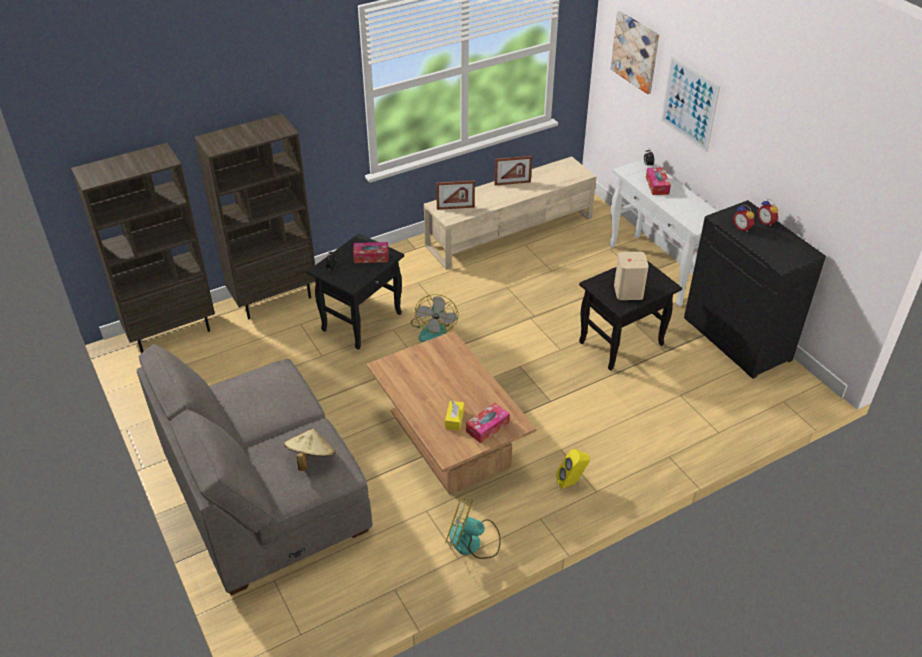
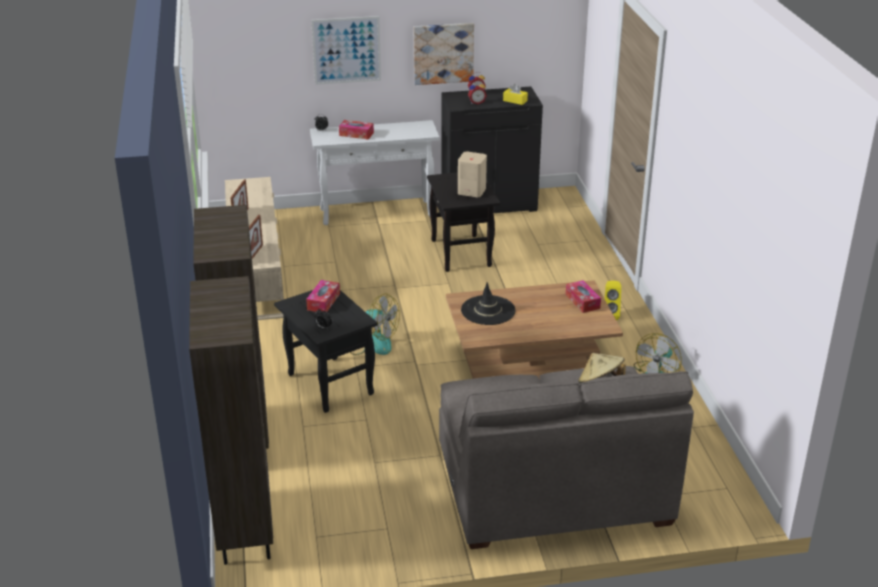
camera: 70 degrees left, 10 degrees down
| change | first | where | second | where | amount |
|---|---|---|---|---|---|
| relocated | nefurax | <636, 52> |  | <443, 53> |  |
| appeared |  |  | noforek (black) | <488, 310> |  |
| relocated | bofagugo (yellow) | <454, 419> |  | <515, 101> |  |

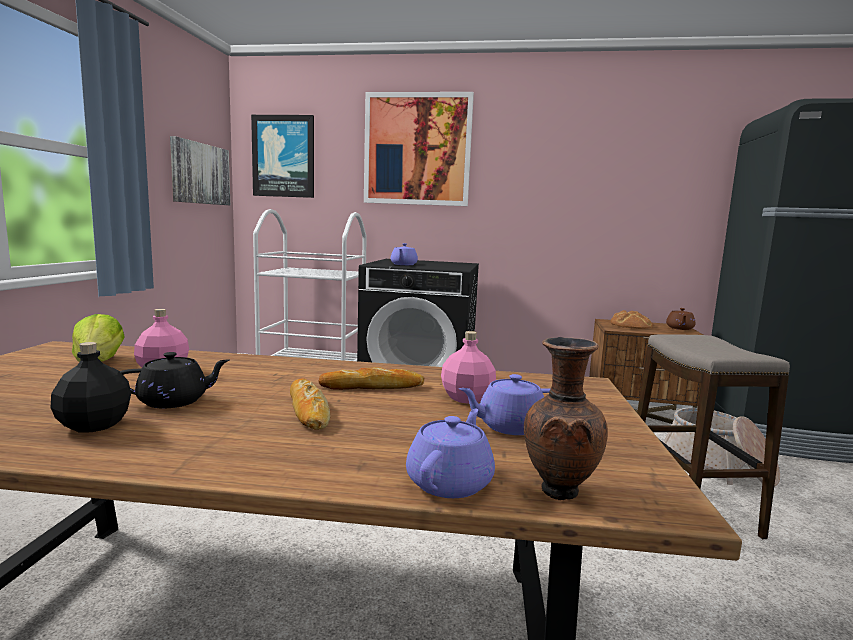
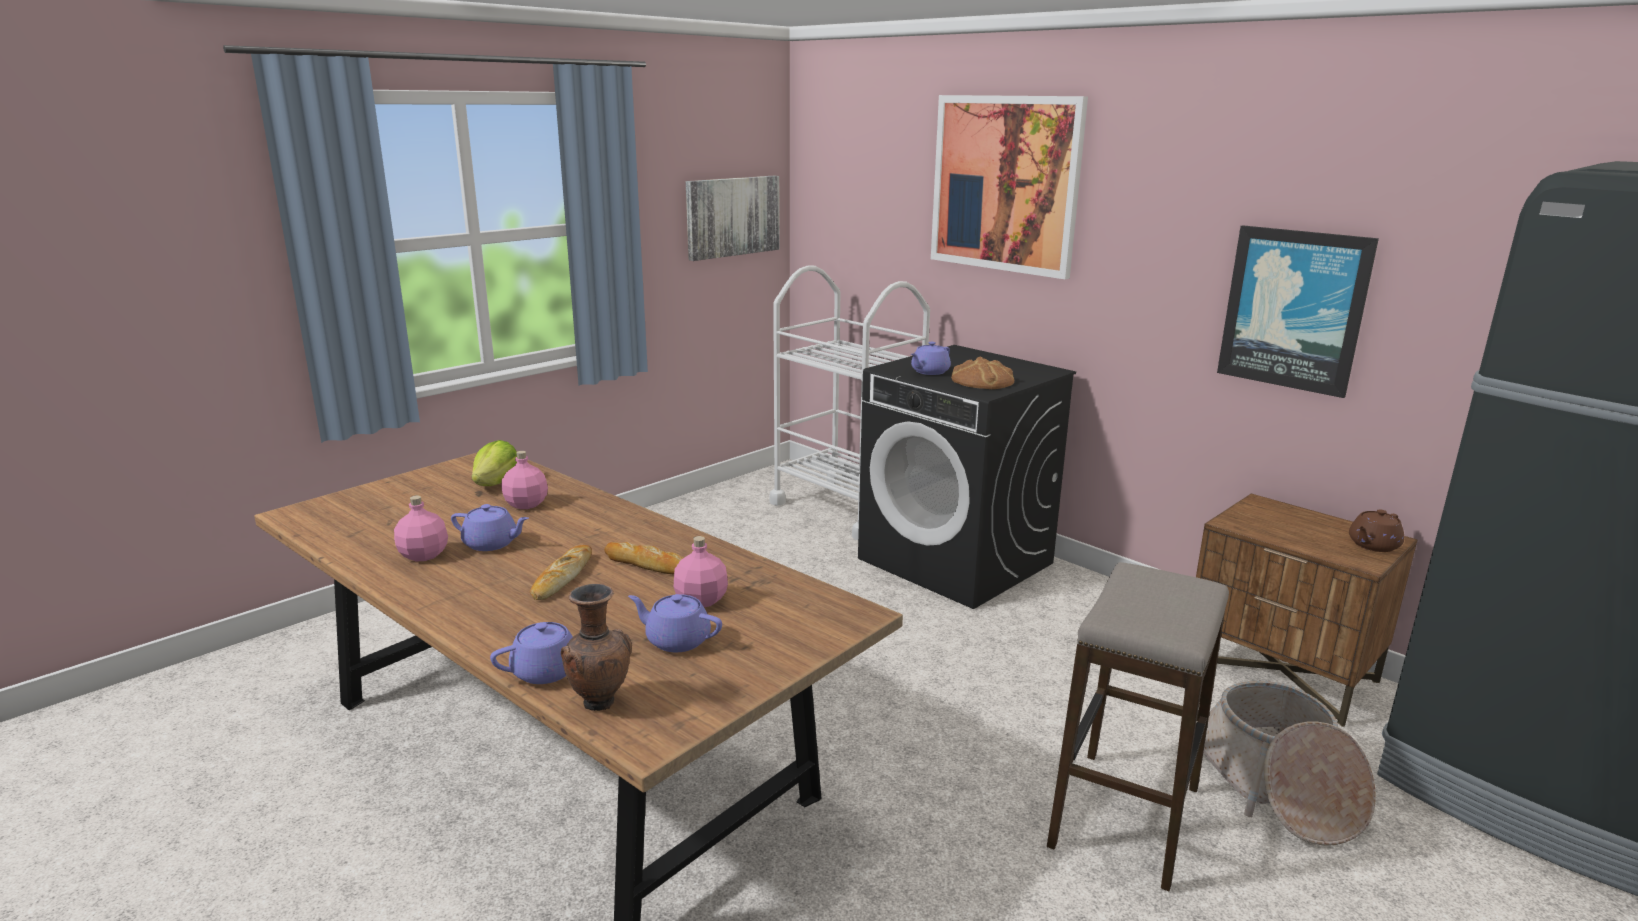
camera: 35 degrees right, 10 degrees up
| change | first | where | second | where | amount |
|---|---|---|---|---|---|
| colour | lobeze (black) | <94, 425> | lobeze (pink) | <423, 555> |  |
| colour | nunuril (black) | <175, 401> | nunuril (purple) | <492, 544> |  |
| relocated | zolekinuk | <630, 325> |  | <982, 380> |  |
| relocated | nefurax | <283, 156> |  | <1294, 309> |  |

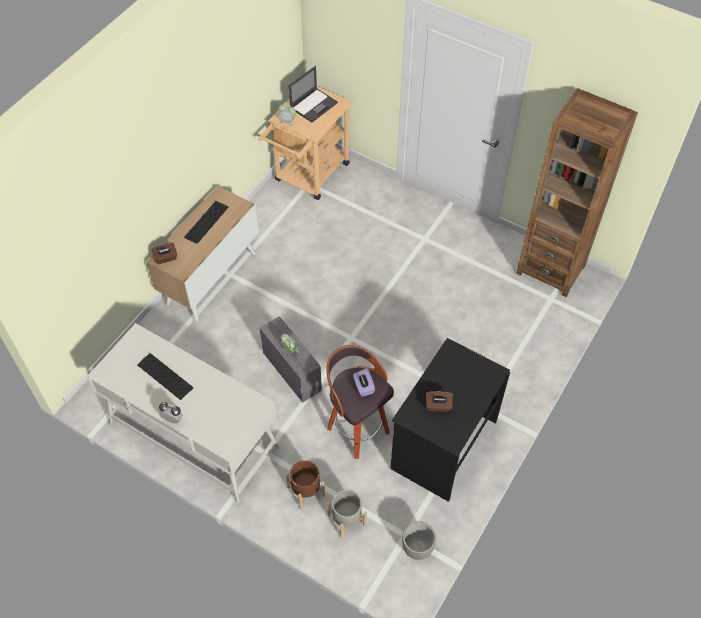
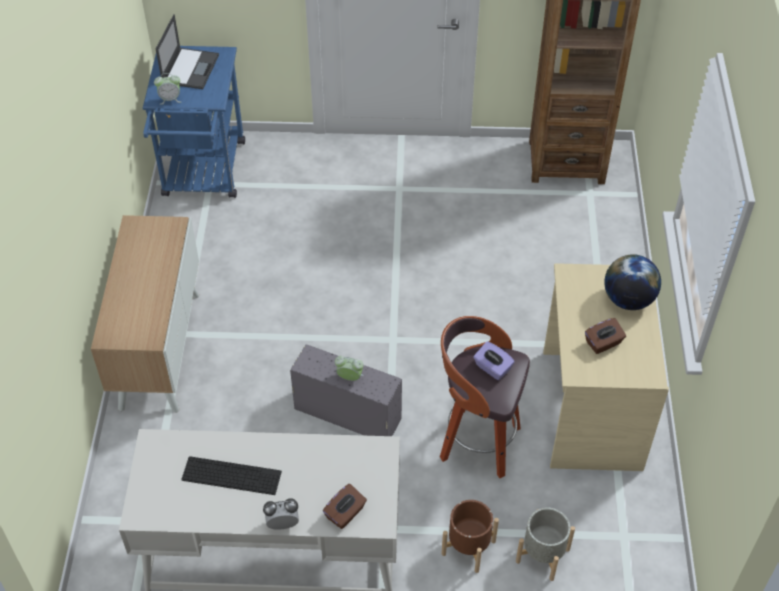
camera: 30 degrees left, 5 degrees down
| change | first | where | second | where | amount |
|---|---|---|---|---|---|
| colour | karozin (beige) | <308, 176> | karozin (blue) | <203, 175> |  |
| relocated | bofagugo (brown) | <166, 258> |  | <345, 513> |  |
| colour | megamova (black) | <443, 444> | megamova (beige) | <589, 409> |  |
| appeared |  |  | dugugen | <628, 300> |  |
| missing | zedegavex | <206, 222> |  |  |  |
| missing | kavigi | <417, 549> |  |  |  |

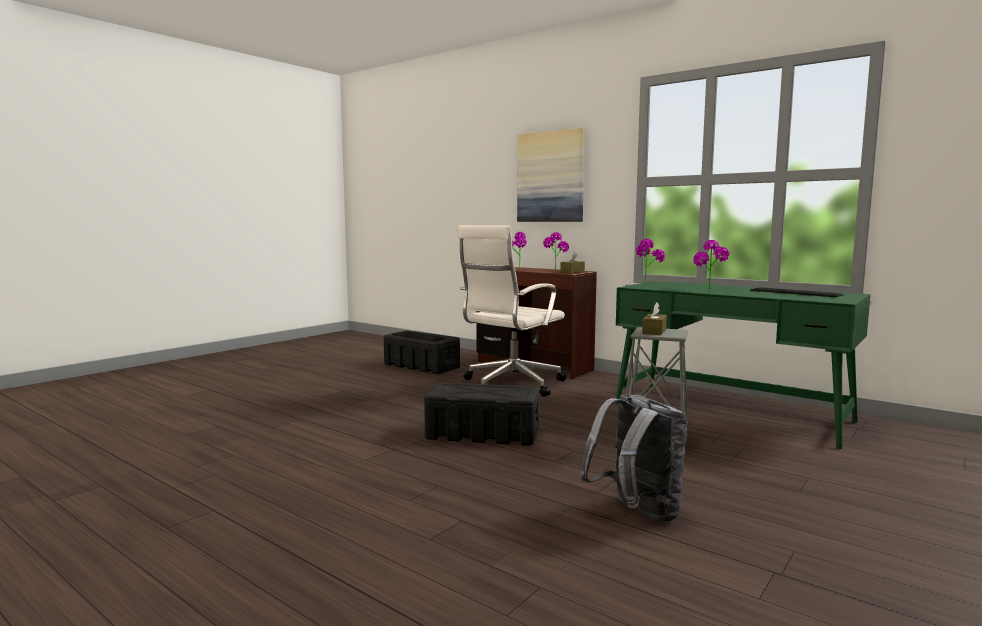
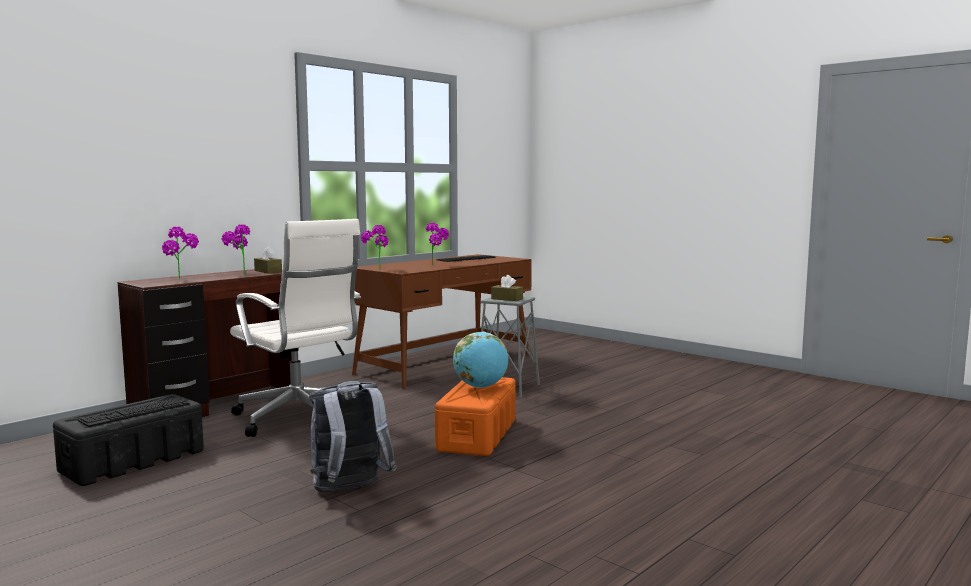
camera: 85 degrees left, 0 degrees up
| change | first | where | second | where | amount |
|---|---|---|---|---|---|
| relocated | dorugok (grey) | <636, 513> |  | <350, 491> |  |
| colour | megamova (green) | <730, 412> | megamova (brown) | <445, 364> |  |
| colour | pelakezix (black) | <483, 434> | pelakezix (orange) | <477, 435> |  |
| appeared |  |  | dugugen | <481, 387> |  |
| missing | nefurax | <550, 177> |  |  |  |

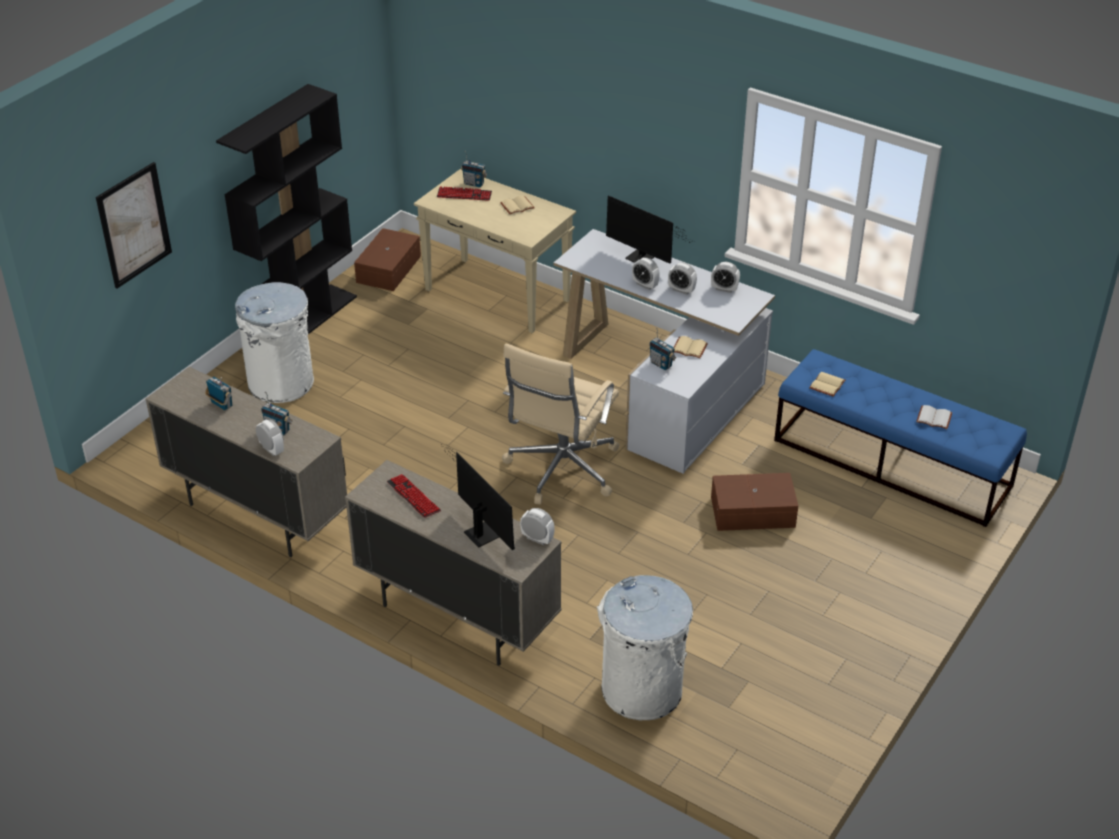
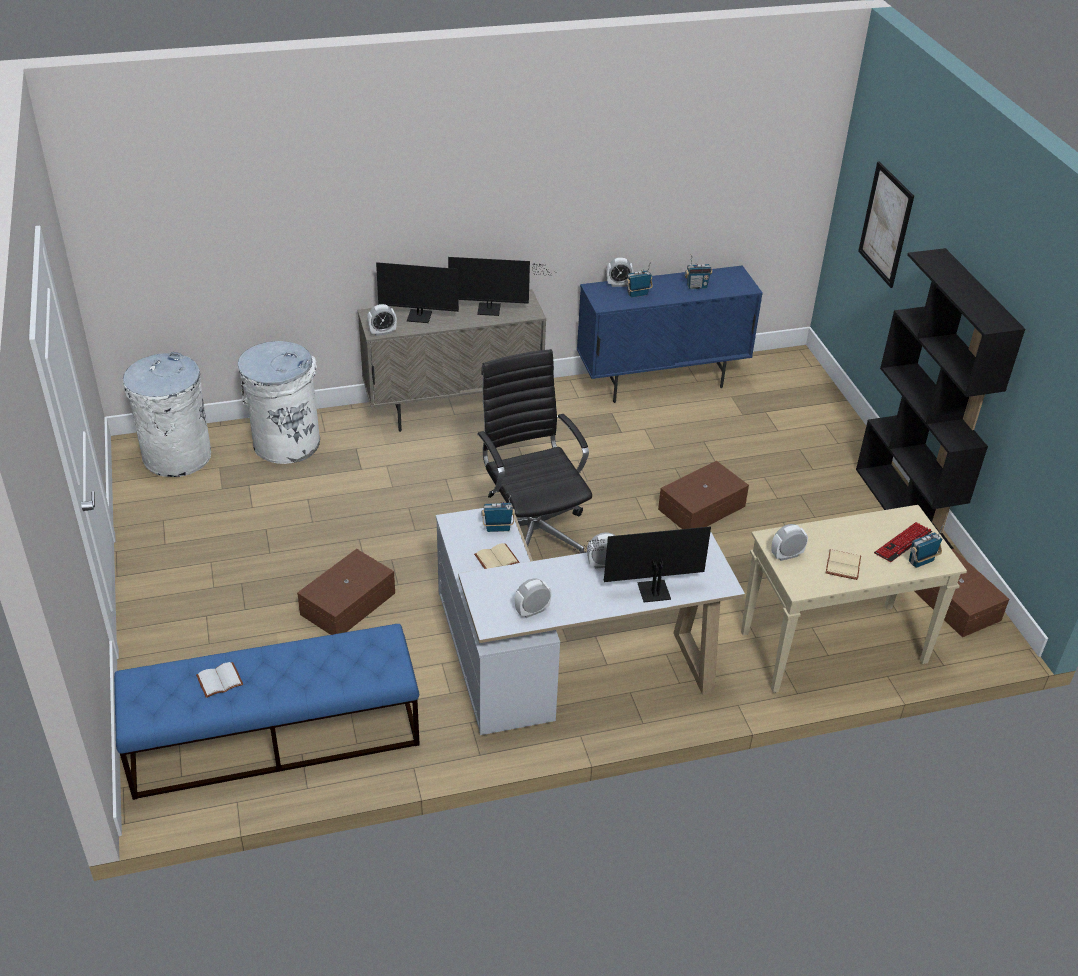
camera: 130 degrees right, 0 degrees up
| change | first | where | second | where | amount |
|---|---|---|---|---|---|
| relocated | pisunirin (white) | <281, 383> |  | <176, 456> |  |
| exchanged | zedegavex | <413, 497> | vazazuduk | <493, 310> |  |
| colour | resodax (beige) | <561, 470> | resodax (black) | <532, 535> |  |
| colour | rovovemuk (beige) | <257, 515> | rovovemuk (blue) | <661, 382> |  |
| appeared |  |  | pelakezix (brown) | <700, 507> |  |
| relocated | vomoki | <681, 290> |  | <786, 555> |  |
| missing | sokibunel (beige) | <828, 385> |  |  |  |

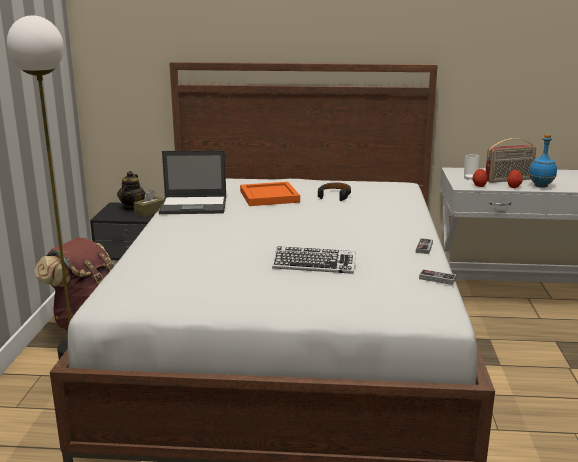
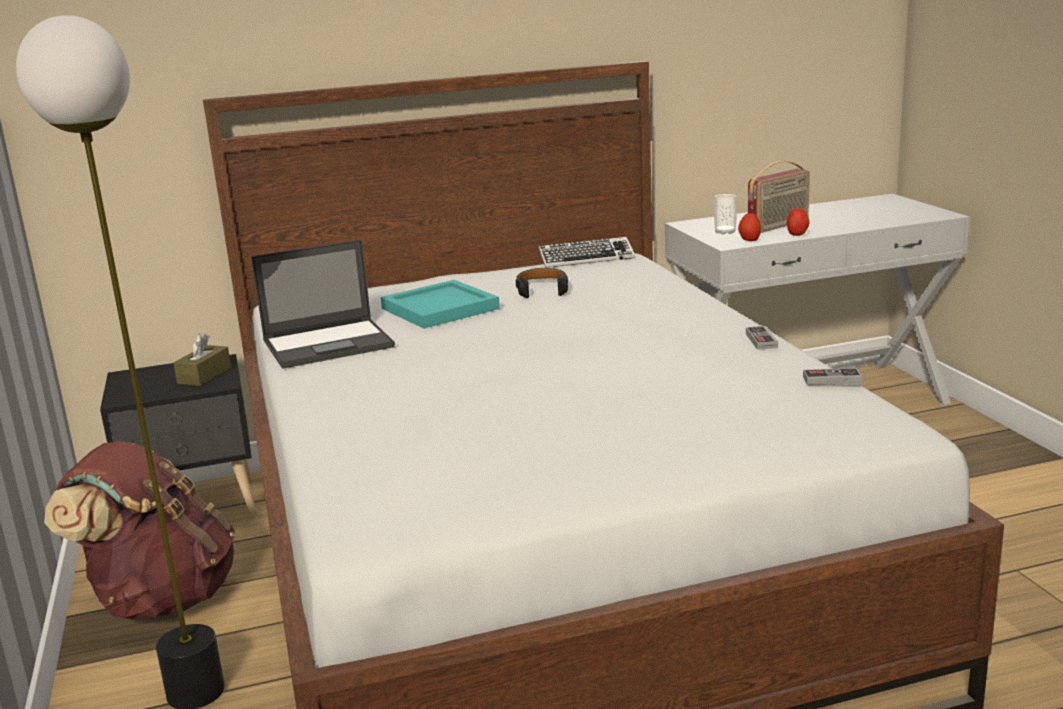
camera: 20 degrees left, 0 degrees up
| change | first | where | second | where | amount |
|---|---|---|---|---|---|
| colour | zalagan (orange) | <268, 197> | zalagan (turquoise) | <439, 309> |  |
| relocated | zedegavex | <314, 265> |  | <586, 259> |  |
| missing | nunuril | <133, 208> |  |  |  |
| missing | lobeze (blue) | <540, 186> |  |  |  |

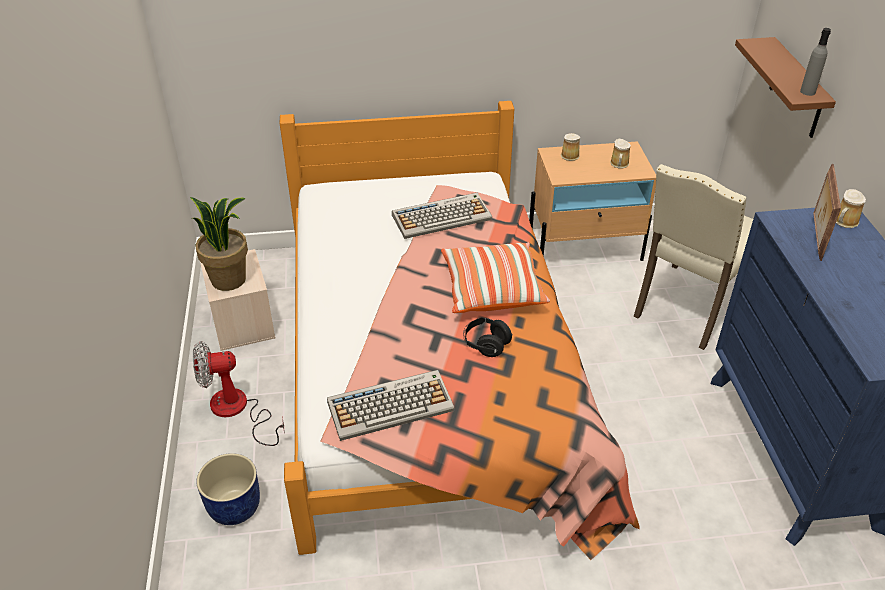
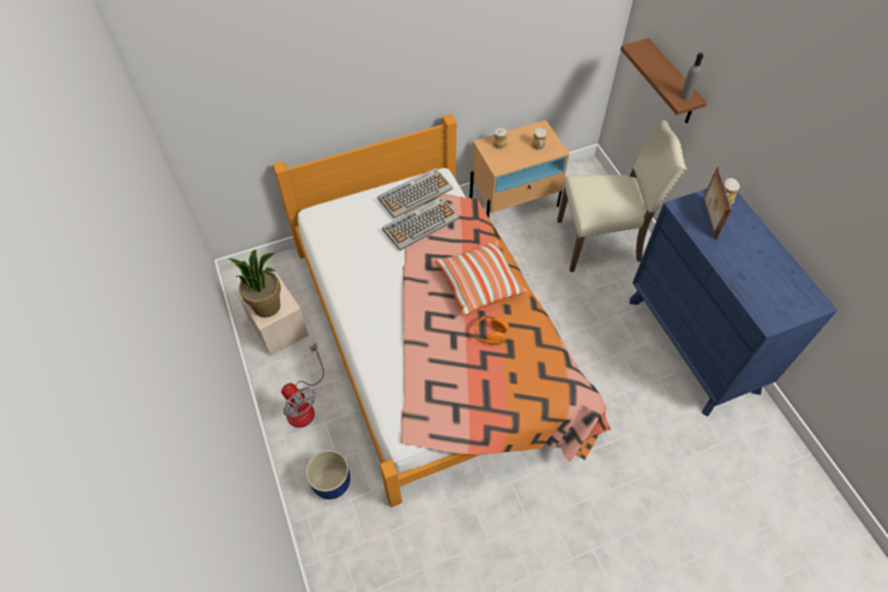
camera: 15 degrees left, 15 degrees up
| change | first | where | second | where | amount |
|---|---|---|---|---|---|
| spun | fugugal | <237, 410> |  | <304, 404> | 105 degrees counterclockwise |
| relocated | zedegavex | <391, 405> |  | <415, 193> |  |
| colour | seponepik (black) | <486, 345> | seponepik (orange) | <490, 334> |  |
| spun | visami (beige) | <689, 308> |  | <601, 242> | 120 degrees counterclockwise |

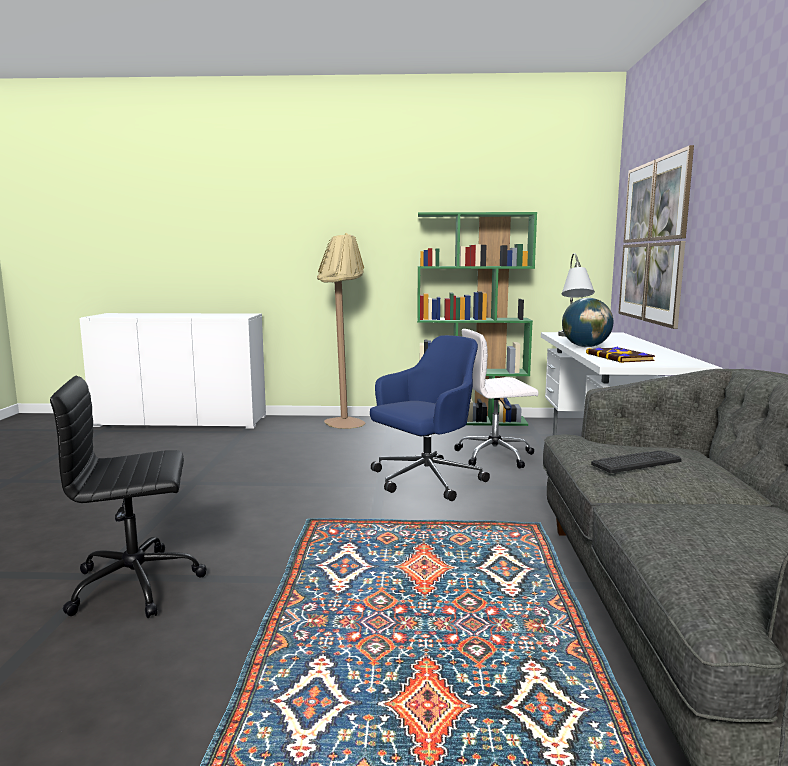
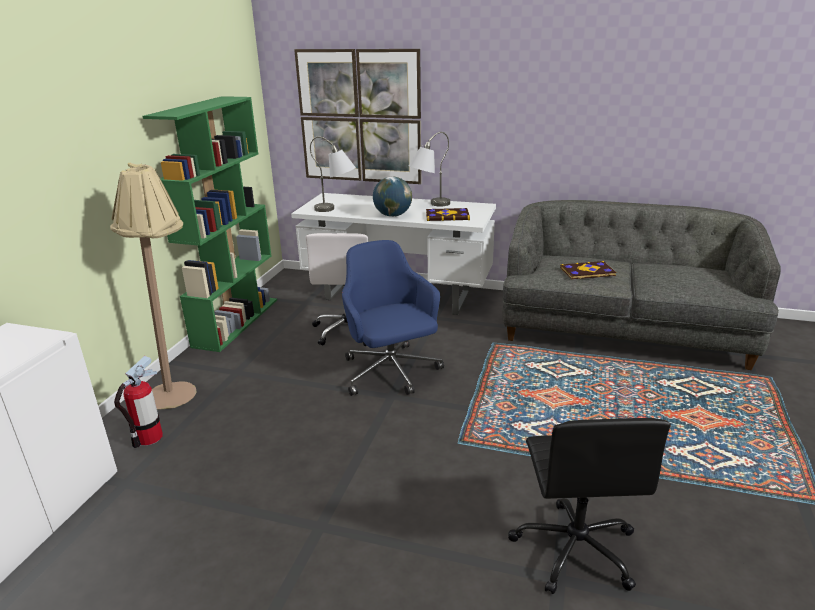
camera: 75 degrees left, 15 degrees up
| change | first | where | second | where | amount |
|---|---|---|---|---|---|
| appeared |  |  | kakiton | <149, 437> |  |
| appeared |  |  | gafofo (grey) | <429, 205> |  |
| exchanged | zedegavex | <636, 463> | sokibunel | <587, 272> |  |

